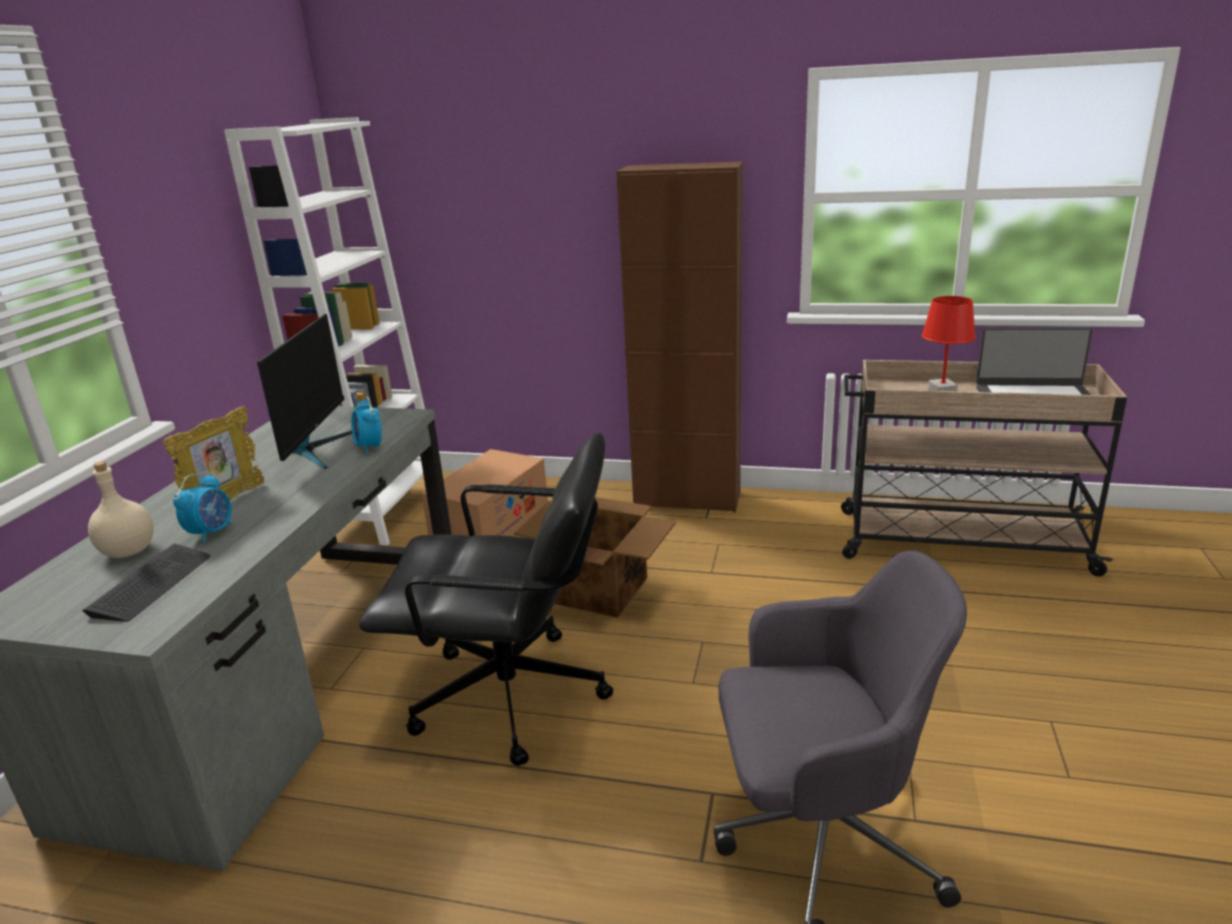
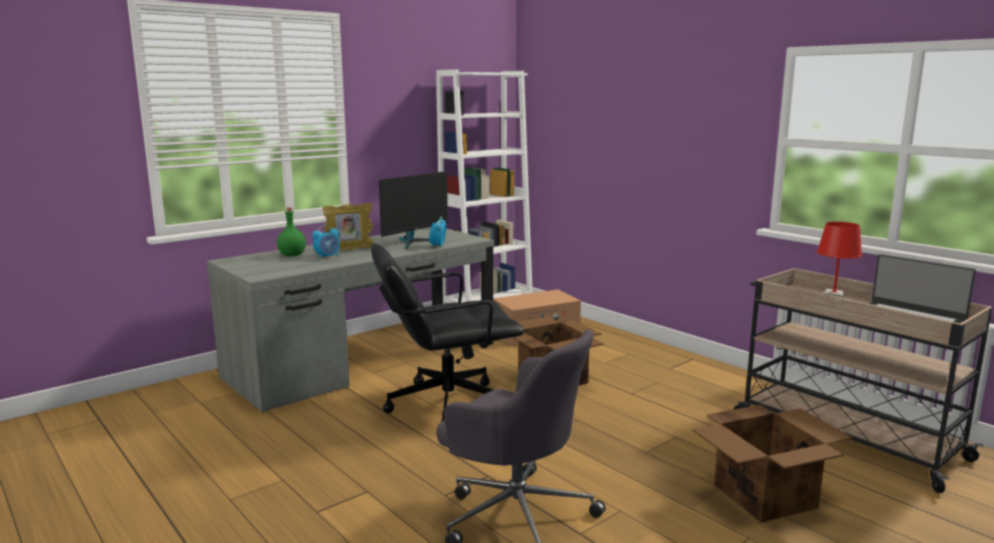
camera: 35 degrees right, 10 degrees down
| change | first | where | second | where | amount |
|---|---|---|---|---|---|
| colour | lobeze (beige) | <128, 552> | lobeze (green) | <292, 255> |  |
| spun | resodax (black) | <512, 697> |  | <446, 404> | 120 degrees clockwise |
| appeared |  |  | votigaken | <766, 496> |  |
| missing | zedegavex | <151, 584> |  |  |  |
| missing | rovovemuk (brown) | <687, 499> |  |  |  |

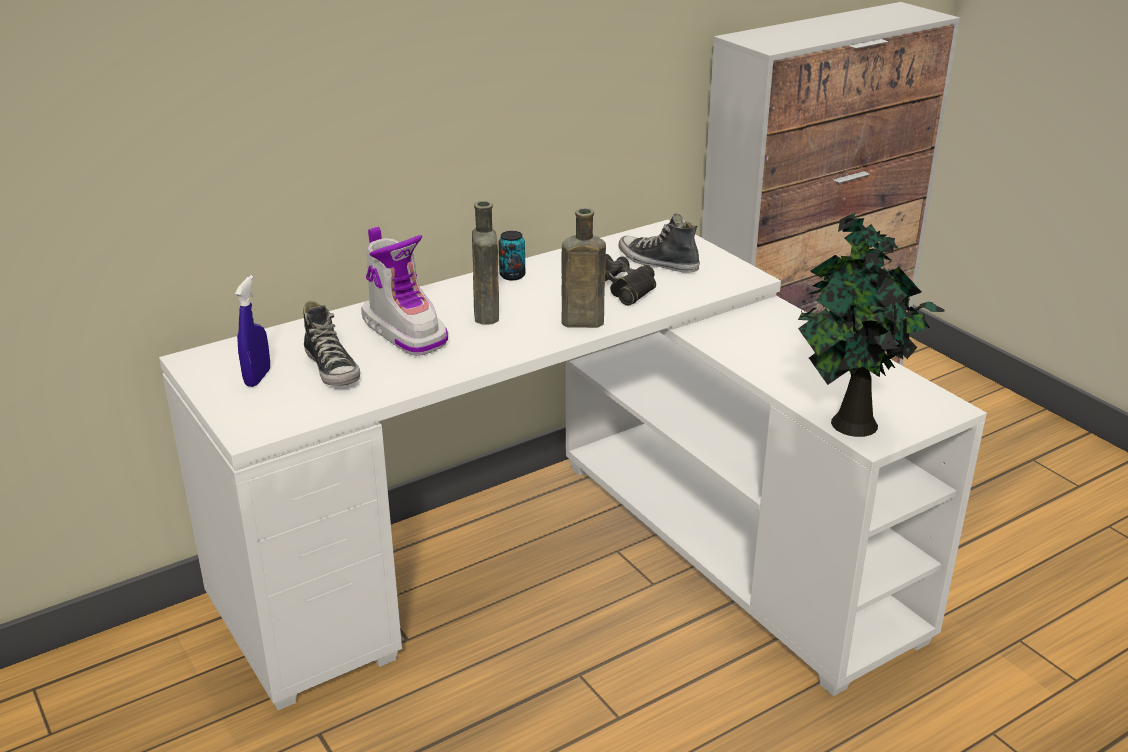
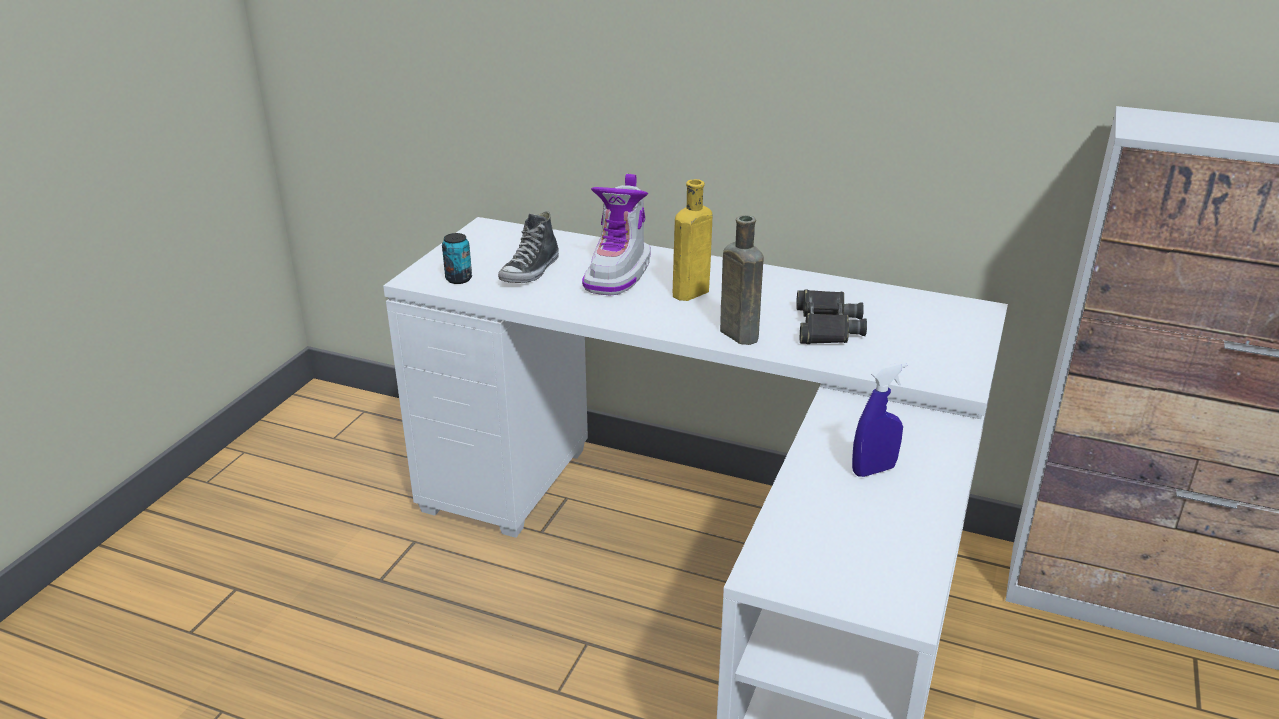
camera: 55 degrees right, 0 degrees up
| change | first | where | second | where | amount |
|---|---|---|---|---|---|
| relocated | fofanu | <512, 275> |  | <459, 279> |  |
| colour | lobeze (brown) | <487, 316> | lobeze (yellow) | <688, 293> |  |
| relocated | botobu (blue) | <257, 378> |  | <873, 470> |  |
| missing | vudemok | <657, 262> |  |  |  |
| missing | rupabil | <849, 424> |  |  |  |

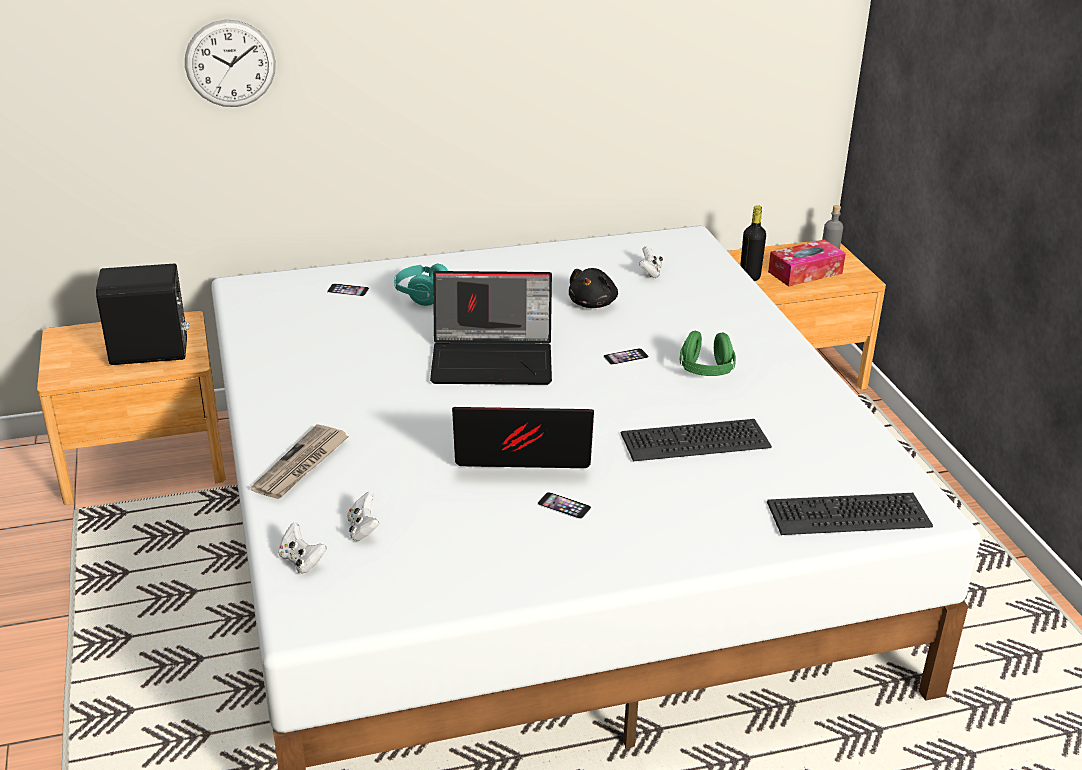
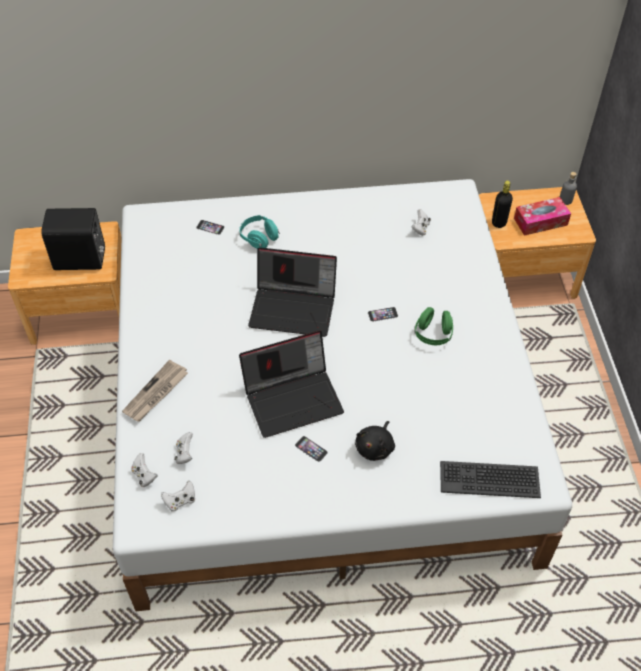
camera: 10 degrees right, 20 degrees up
| change | first | where | second | where | amount |
|---|---|---|---|---|---|
| appeared |  |  | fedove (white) | <180, 501> |  |
| spun | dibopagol | <520, 453> |  | <294, 398> | 150 degrees clockwise |
| relocated | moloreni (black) | <593, 303> |  | <375, 447> |  |
| missing | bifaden | <230, 63> |  |  |  |
| missing | zedegavex | <695, 440> |  |  |  |

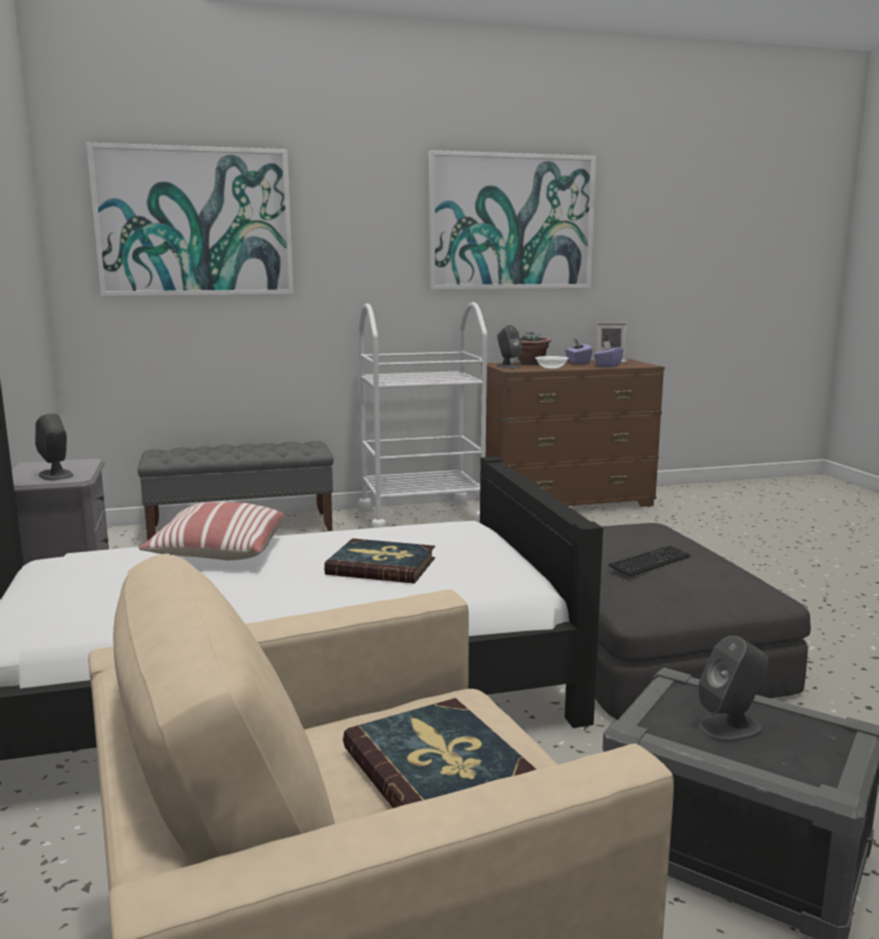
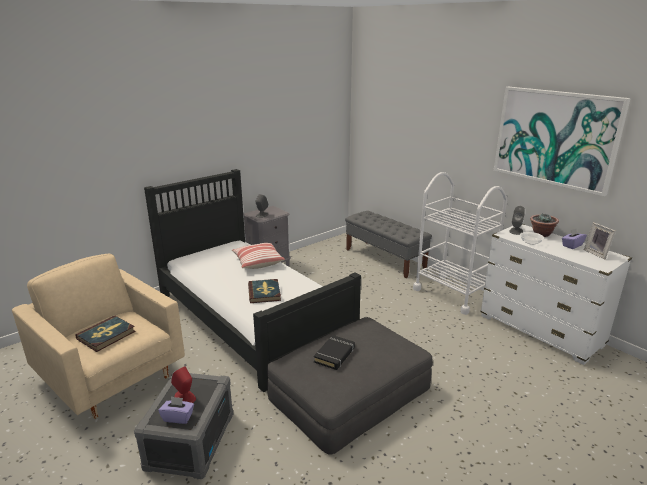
camera: 65 degrees right, 10 degrees up
| change | first | where | second | where | amount |
|---|---|---|---|---|---|
| relocated | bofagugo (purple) | <607, 366> |  | <178, 417> |  |
| colour | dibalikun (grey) | <730, 728> | dibalikun (red) | <185, 397> |  |
| exchanged | zedegavex | <649, 563> | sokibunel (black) | <334, 355> |  |
| colour | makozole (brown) | <566, 503> | makozole (white) | <540, 331> |  |
| missing | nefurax | <195, 222> |  |  |  |

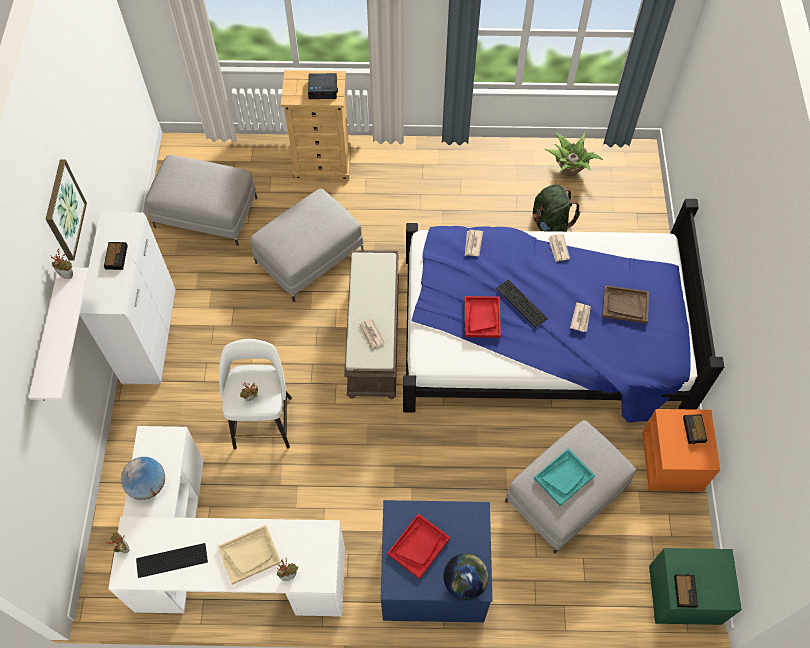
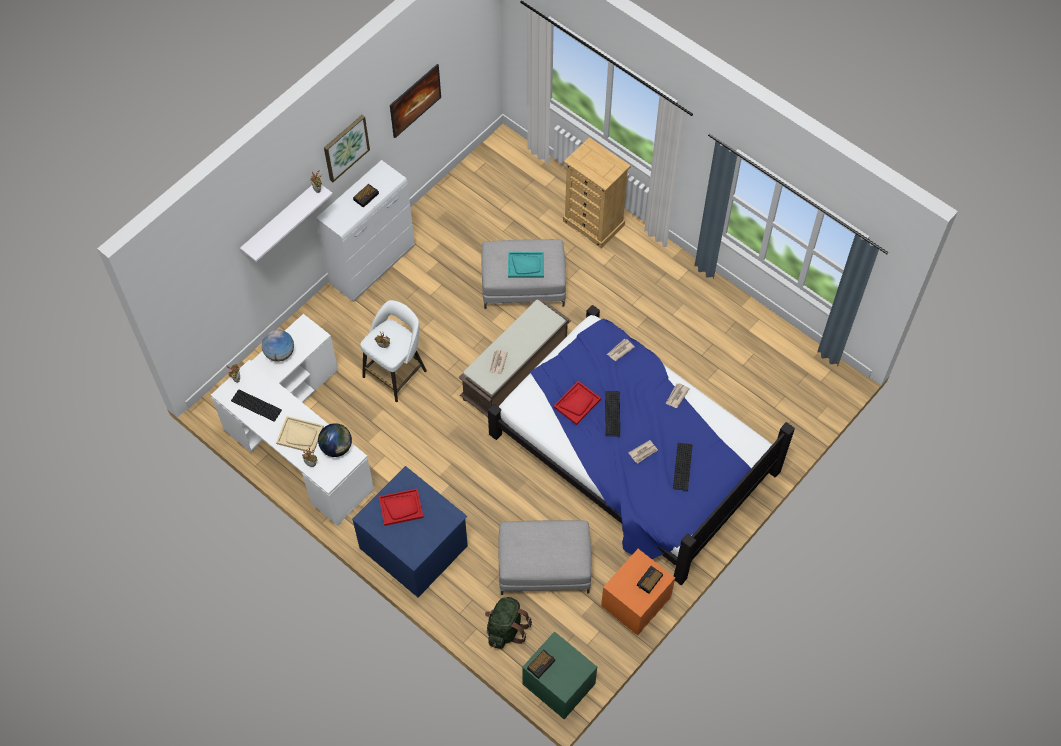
camera: 40 degrees right, 0 degrees up
| change | first | where | second | where | amount |
|---|---|---|---|---|---|
| relocated | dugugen | <465, 581> |  | <337, 447> |  |
| appeared |  |  | nefurax | <416, 108> |  |
| relocated | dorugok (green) | <550, 224> |  | <505, 629> |  |
| relocated | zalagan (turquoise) | <563, 477> |  | <526, 265> |  |
| exchanged | zalagan (brown) | <625, 305> | zedegavex | <682, 466> |  |
| missing | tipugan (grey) | <206, 212> |  |  |  |
| missing | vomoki | <323, 89> |  |  |  |
| missing | rupabil | <568, 169> |  |  |  |

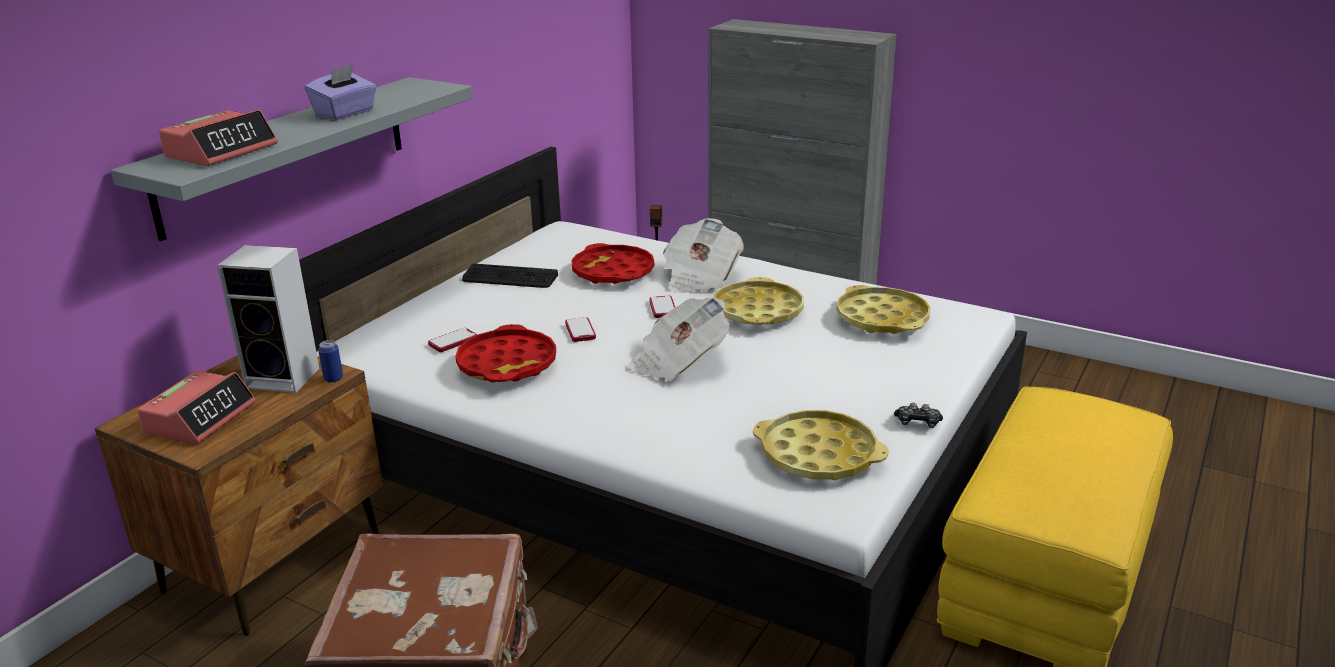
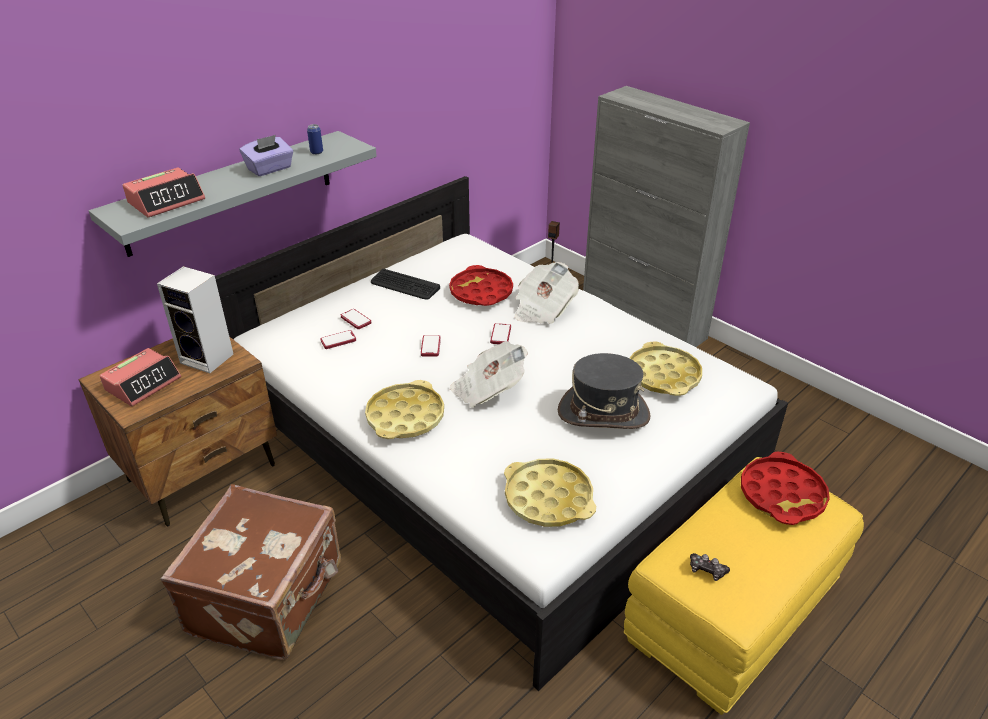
camera: 15 degrees right, 10 degrees up
| change | first | where | second | where | amount |
|---|---|---|---|---|---|
| relocated | fofanu | <333, 378> |  | <316, 152> |  |
| appeared |  |  | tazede | <356, 320> |  |
| relocated | zalagan (yellow) | <758, 311> |  | <405, 416> |  |
| appeared |  |  | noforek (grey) | <603, 413> |  |
| relocated | fedove | <917, 423> |  | <707, 570> |  |
| relocated | zalagan (red) | <507, 364> |  | <782, 495> |  |

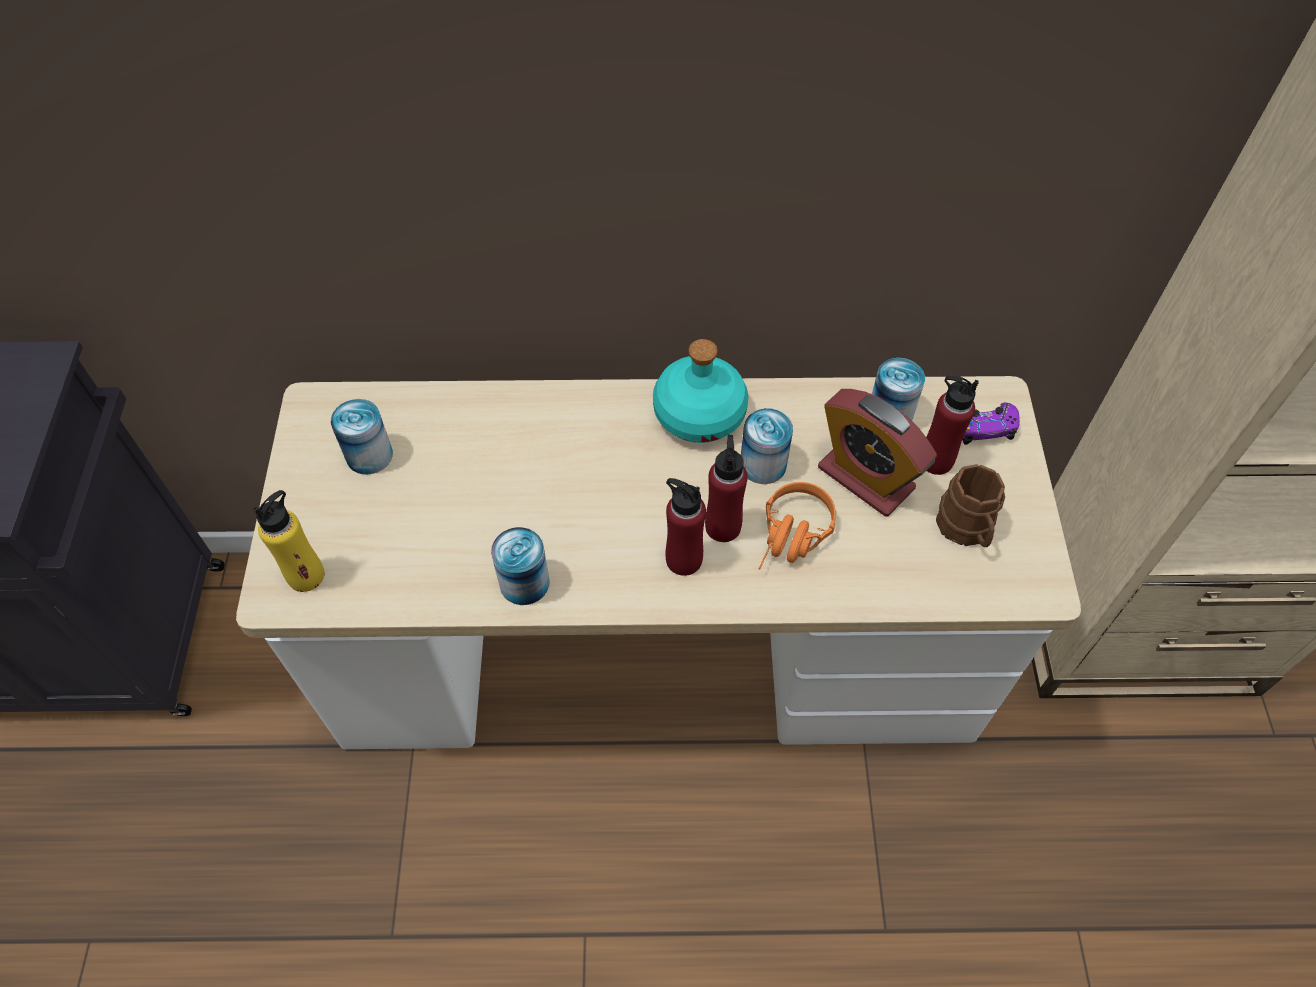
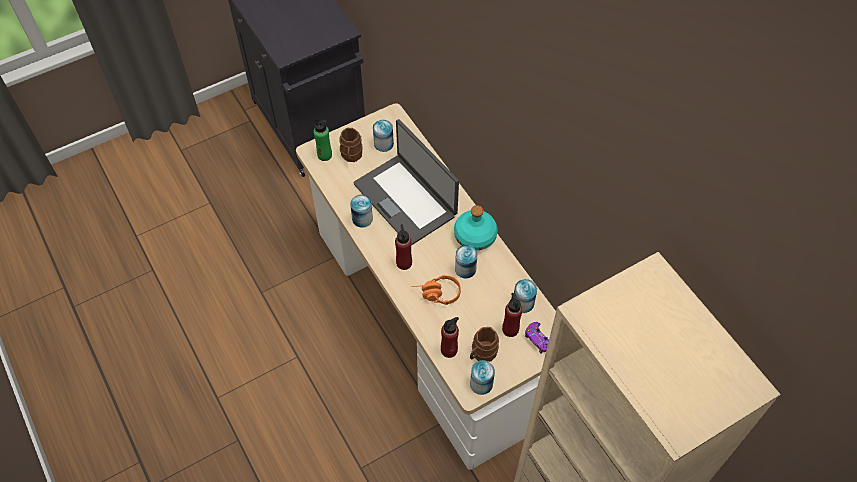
camera: 60 degrees right, 0 degrees up
| change | first | where | second | where | amount |
|---|---|---|---|---|---|
| colour | lobeze (yellow) | <306, 575> | lobeze (green) | <324, 155> |  |
| appeared |  |  | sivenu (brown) | <351, 156> |  |
| appeared |  |  | dibopagol | <406, 199> |  |
| relocated | lobeze (red) | <723, 526> |  | <449, 350> |  |
| appeared |  |  | fofanu | <481, 384> |  |
| missing | vomoki | <865, 478> |  |  |  |

